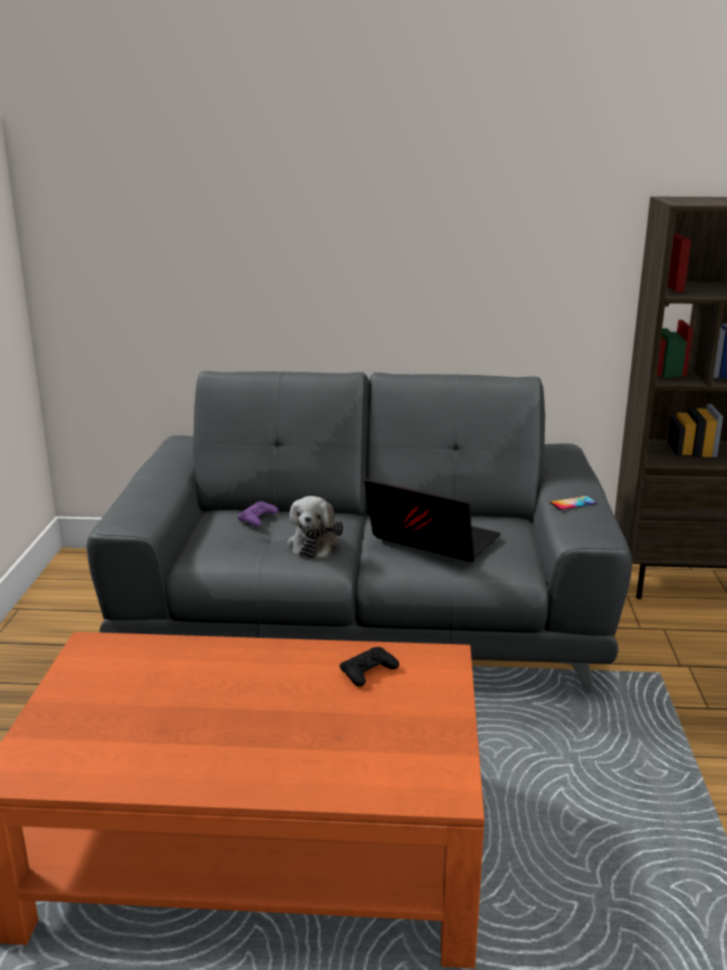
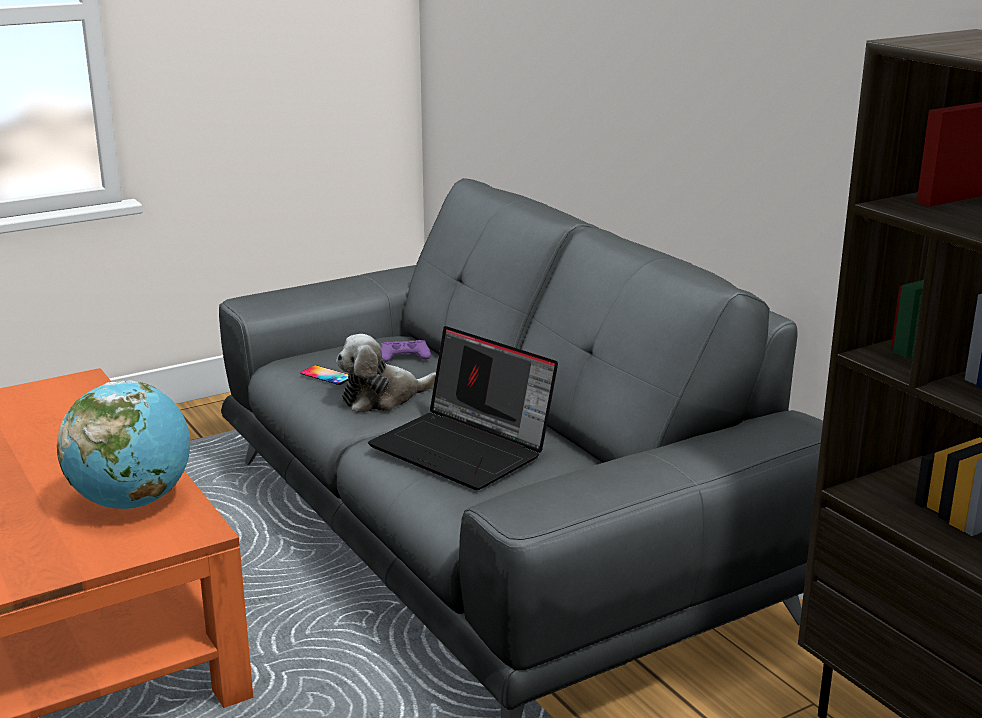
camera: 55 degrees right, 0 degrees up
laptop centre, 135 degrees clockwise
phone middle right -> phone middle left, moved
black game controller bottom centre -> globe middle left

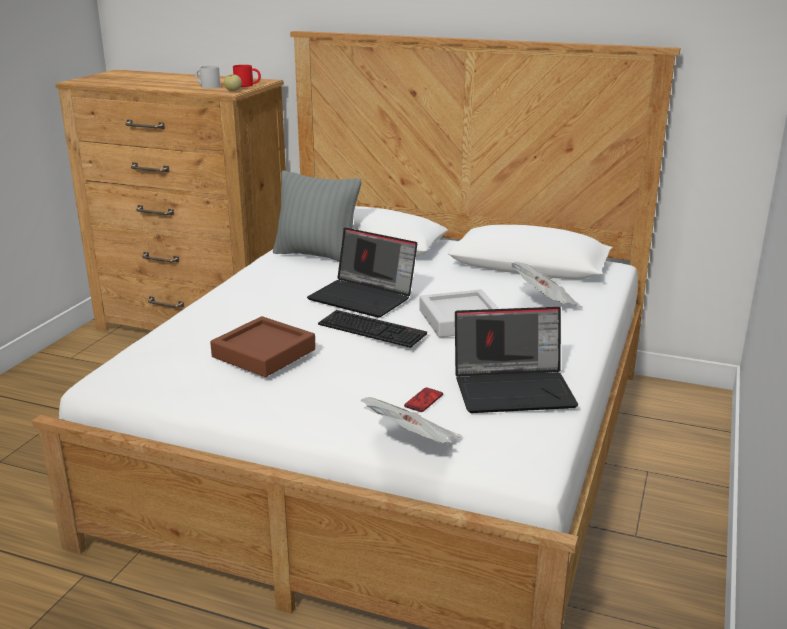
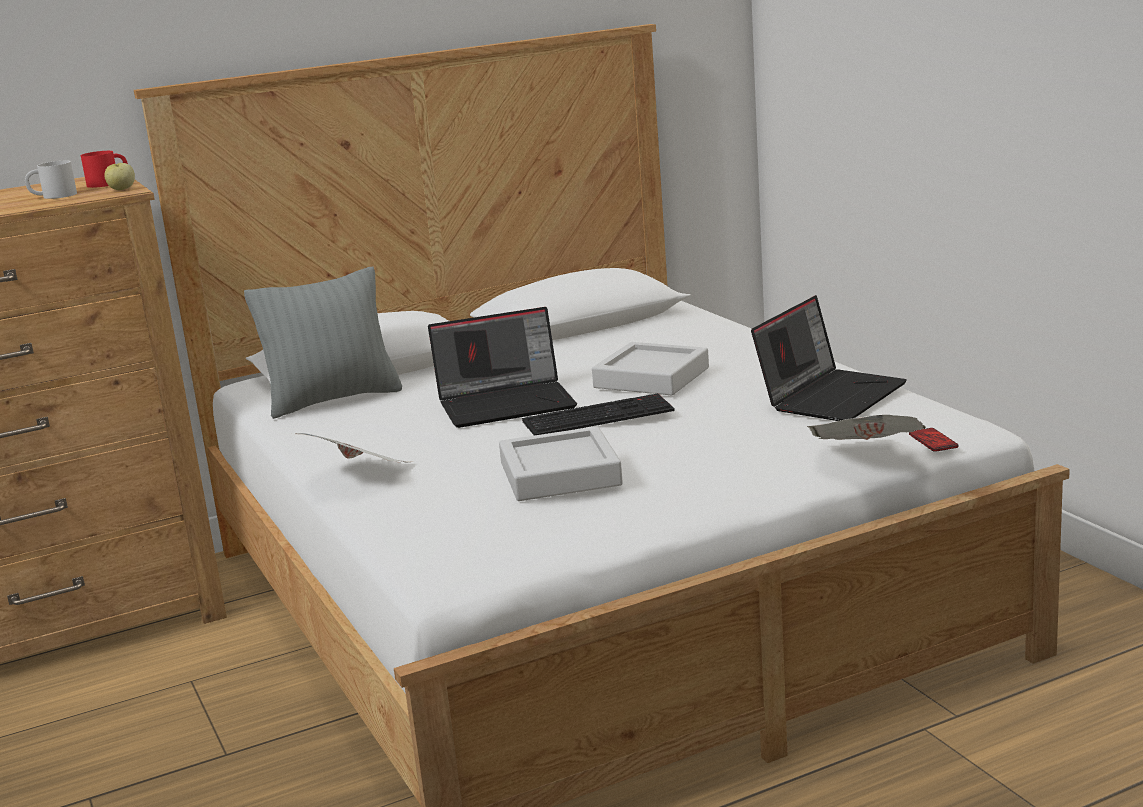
camera: 45 degrees left, 5 degrees down
newspaper (2nd from left in the first image) middle right -> newspaper (1st from left) middle left, moved
brown tray centre -> grey tray (1st from left) centre
phone centre -> phone middle right, moved

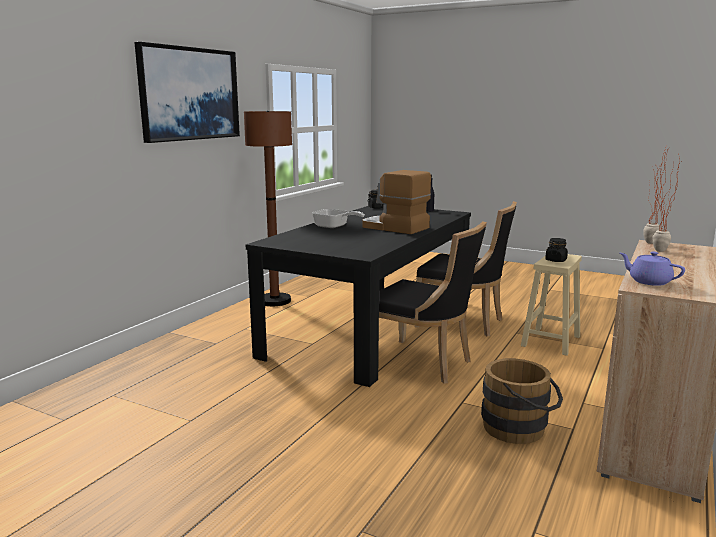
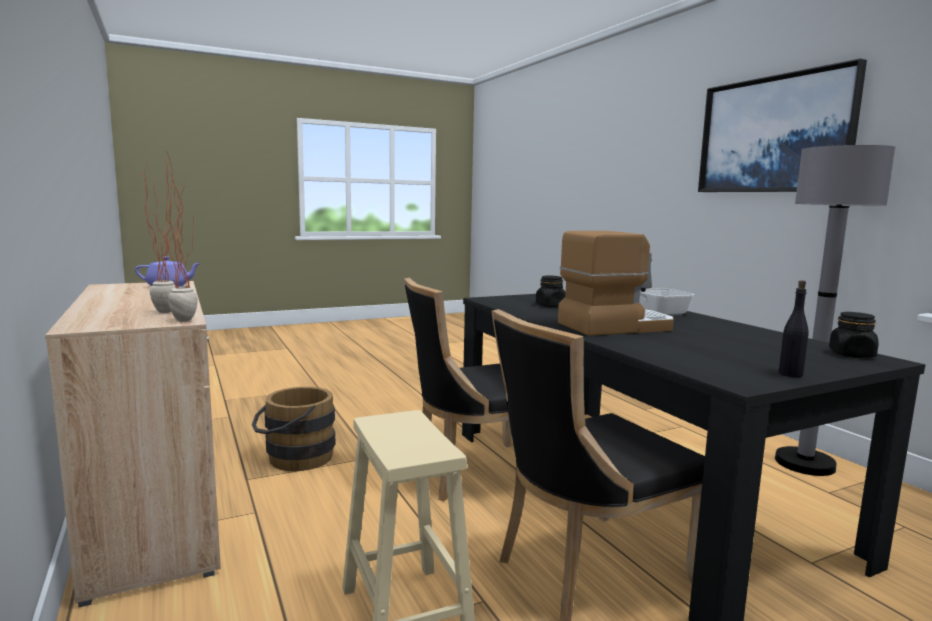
camera: 125 degrees right, 5 degrees down
brown floor lamp centre -> grey floor lamp middle right
black jar (2nd from left in the first image) middle right -> black jar (1st from left) centre, moved

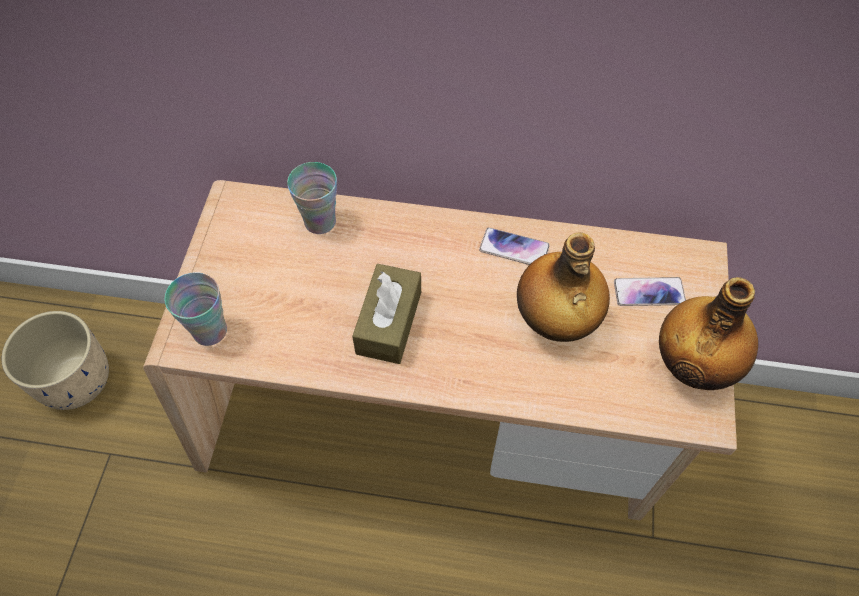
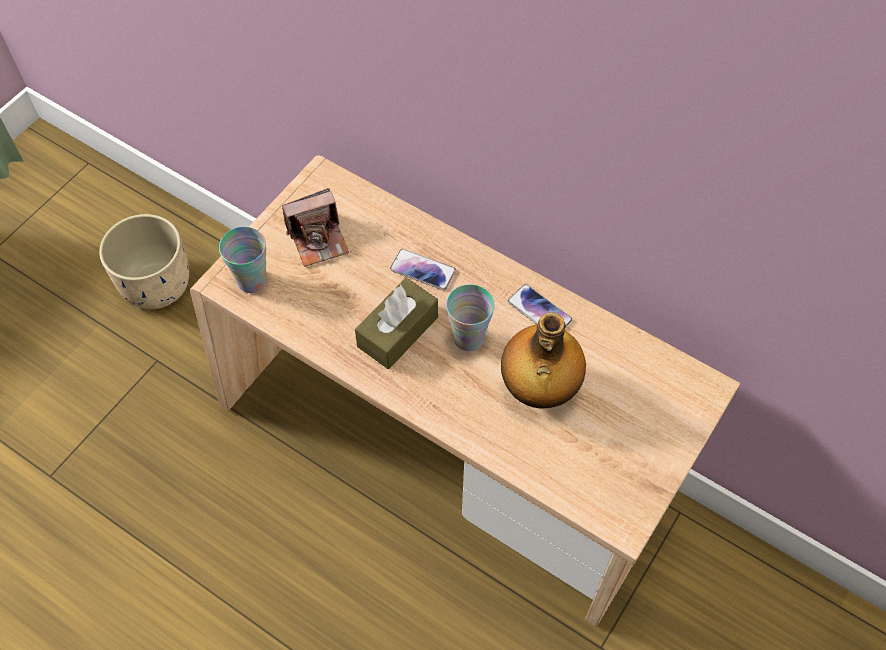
camera: 25 degrees right, 0 degrees up
cup (2nd from left) top centre -> cup (2nd from left) centre, moved
phone (2nd from left in the first image) middle right -> phone (1st from left) centre, moved
bottle (2nd from left) middle right -> none
none -> photo camera centre

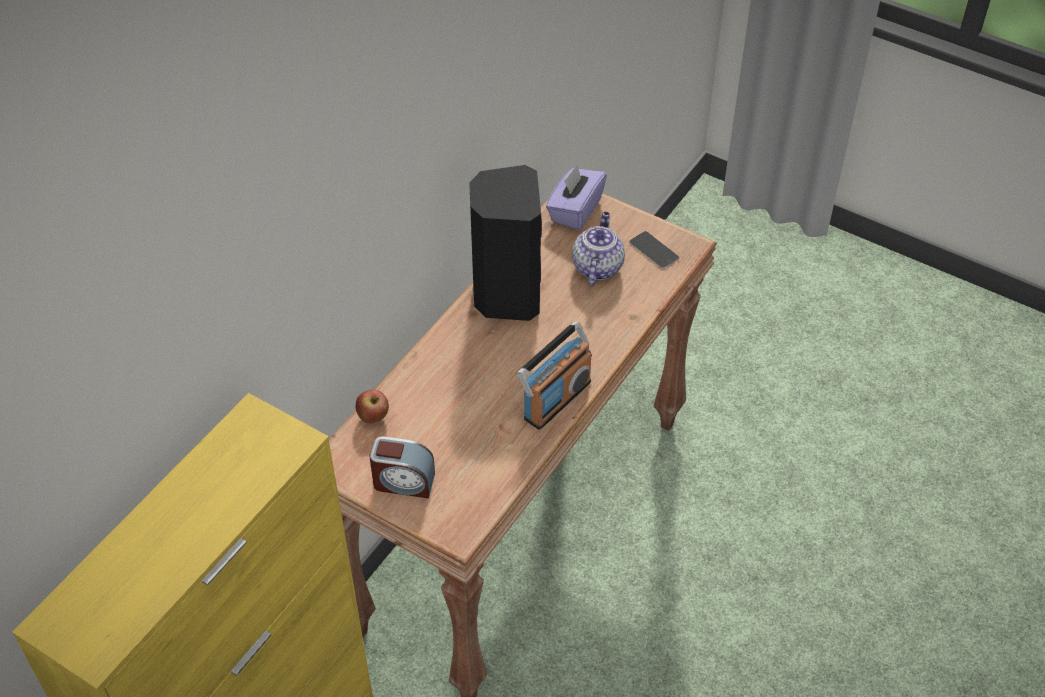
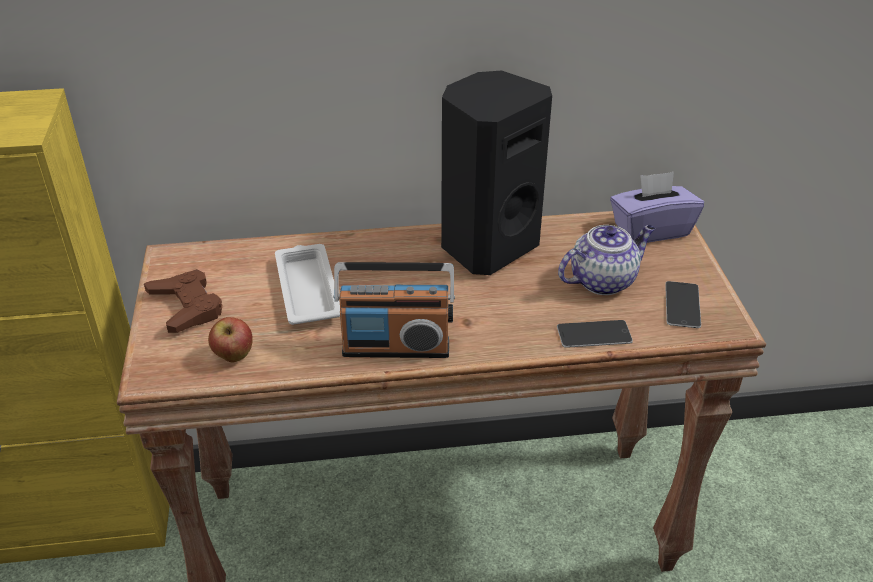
camera: 50 degrees right, 10 degrees down
apple centre -> apple middle left, moved
alarm clock bottom centre -> brown game controller middle left
none -> white tray centre
none -> phone (1st from left) middle right

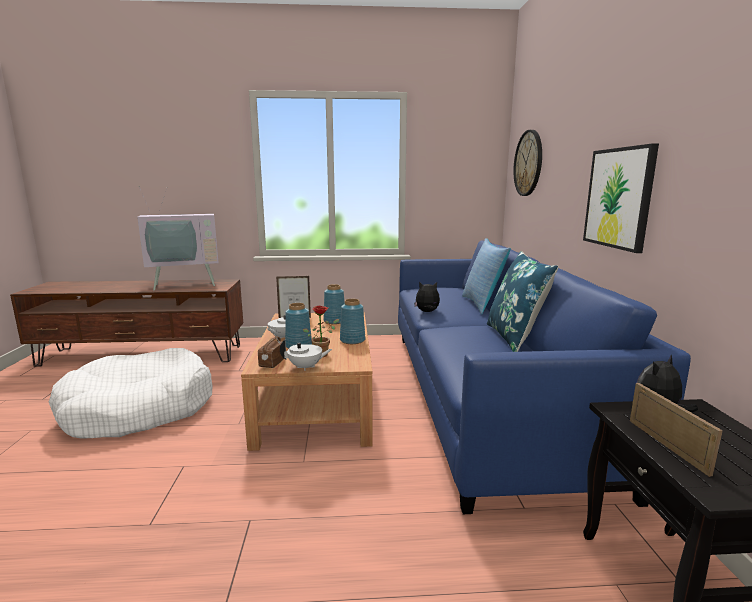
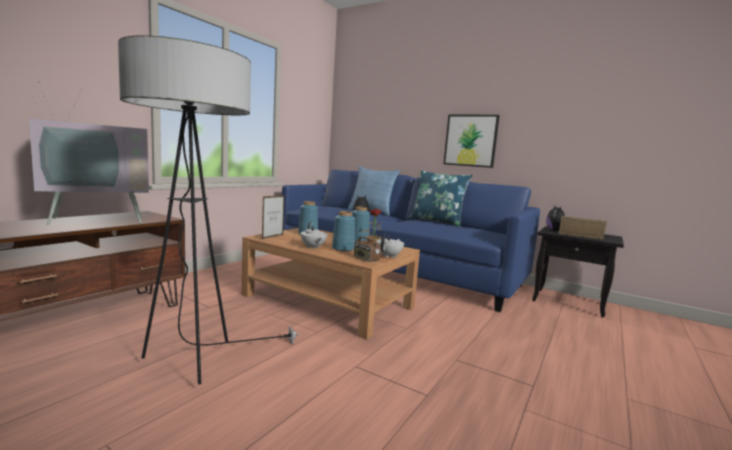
camera: 55 degrees left, 5 degrees down
wall clock top right -> none
television middle left, 45 degrees clockwise
white dog bed middle left -> floor lamp middle left

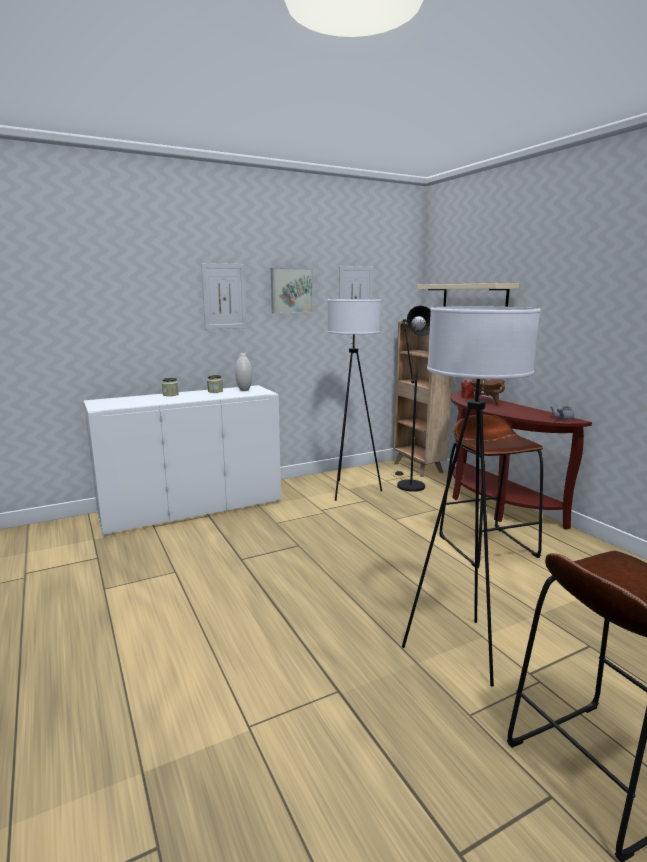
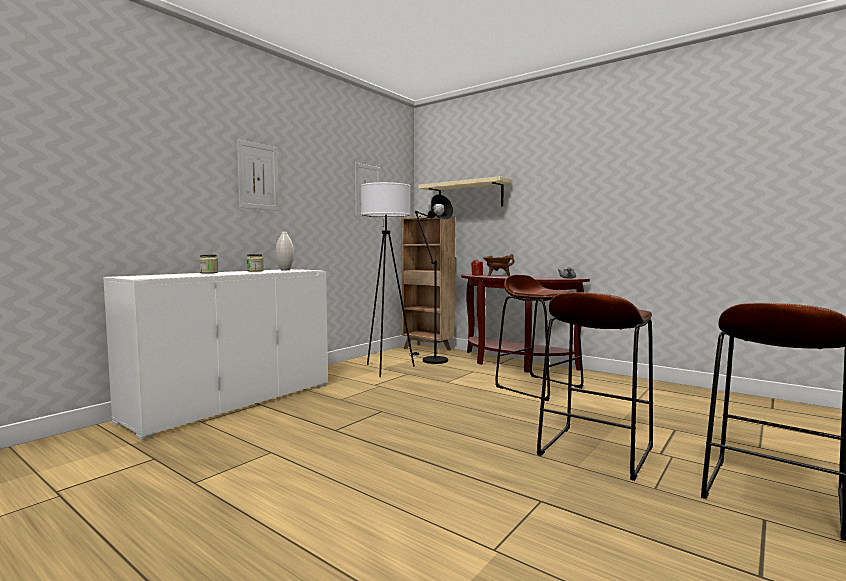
camera: 25 degrees left, 10 degrees down
picture (2nd from left) centre -> none
white floor lamp (2nd from left) middle right -> brown stool (2nd from left) middle right

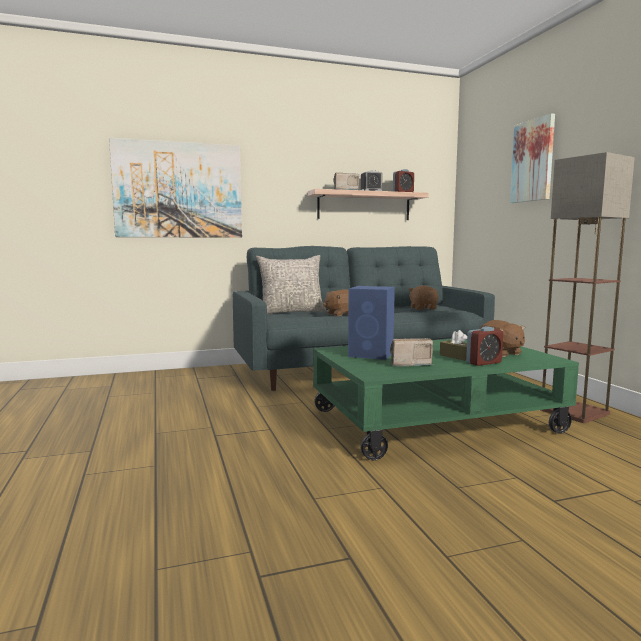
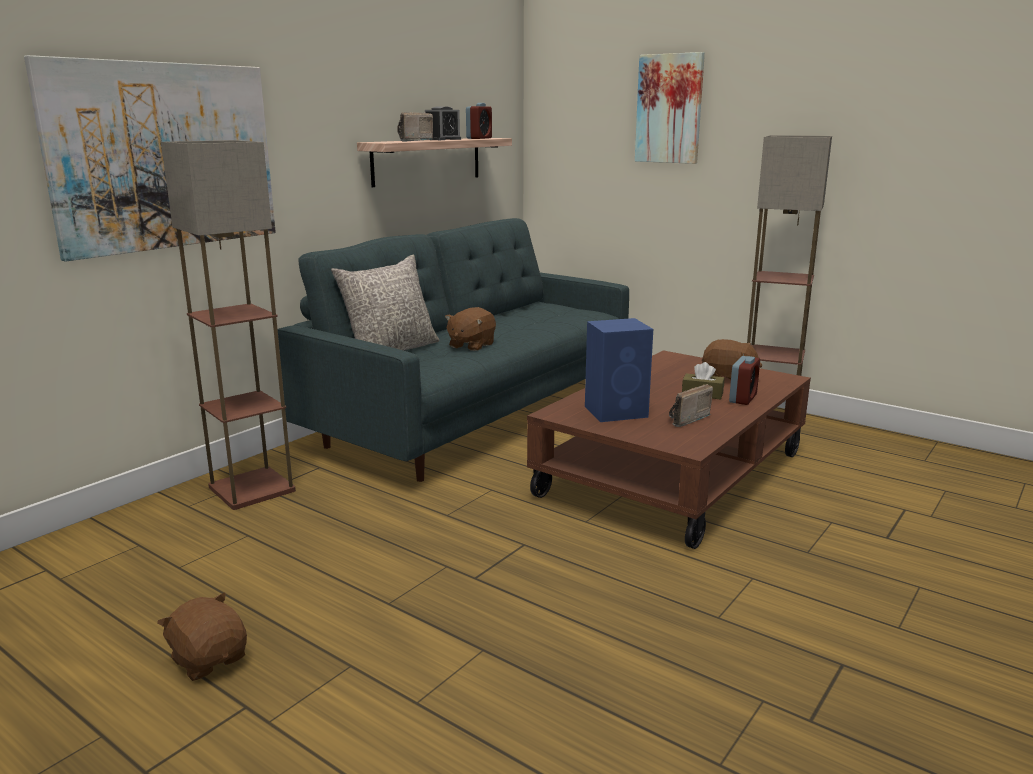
camera: 35 degrees left, 10 degrees up
brown plush toy (2nd from left in the first image) centre -> brown plush toy (1st from left) bottom left, moved
green coffee table middle right -> brown coffee table centre
none -> floor lamp (1st from left) middle left

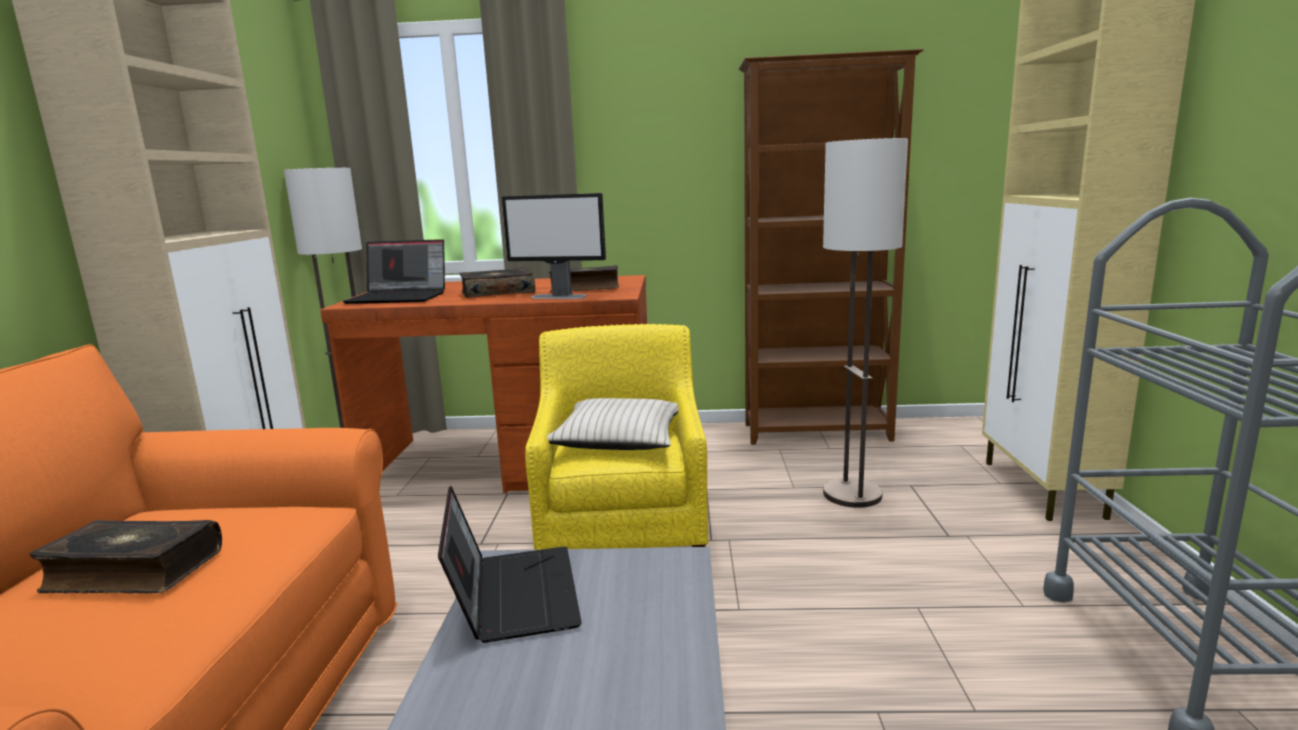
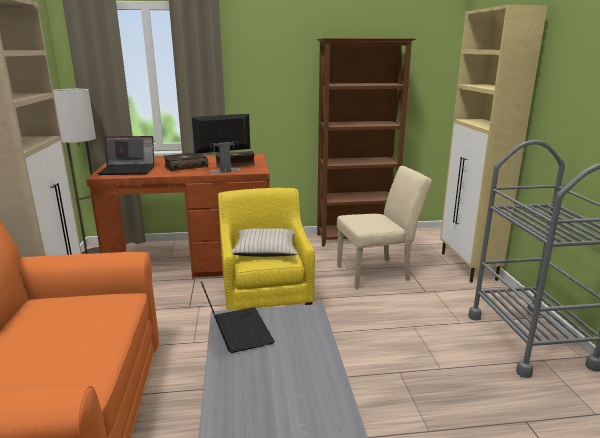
camera: 10 degrees left, 5 degrees up
floor lamp (2nd from left) centre -> beige chair centre
monitor centre -> monitor top centre, 150 degrees clockwise
book (1st from left) bottom left -> none

